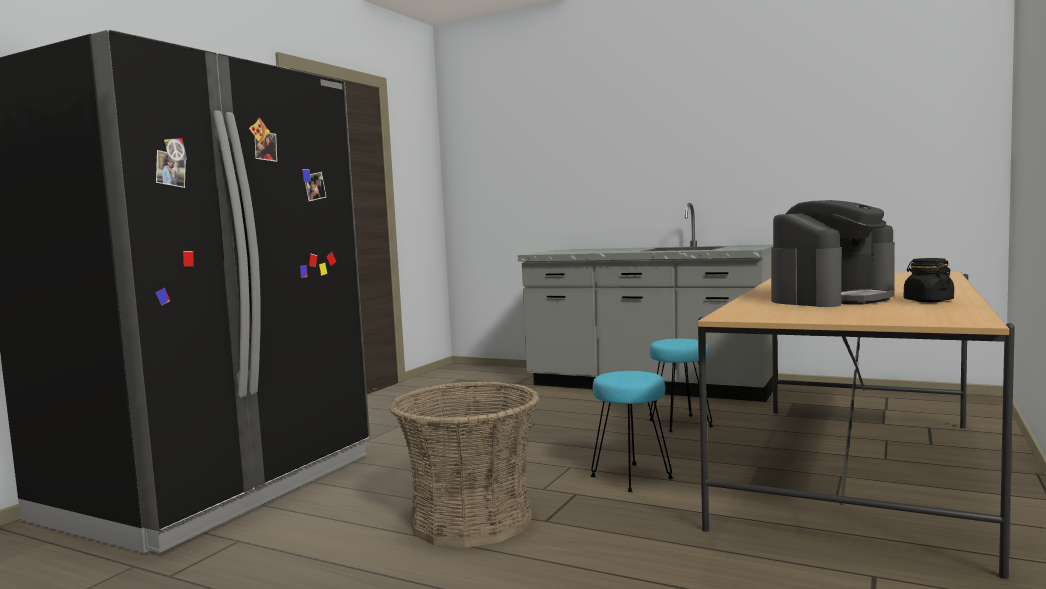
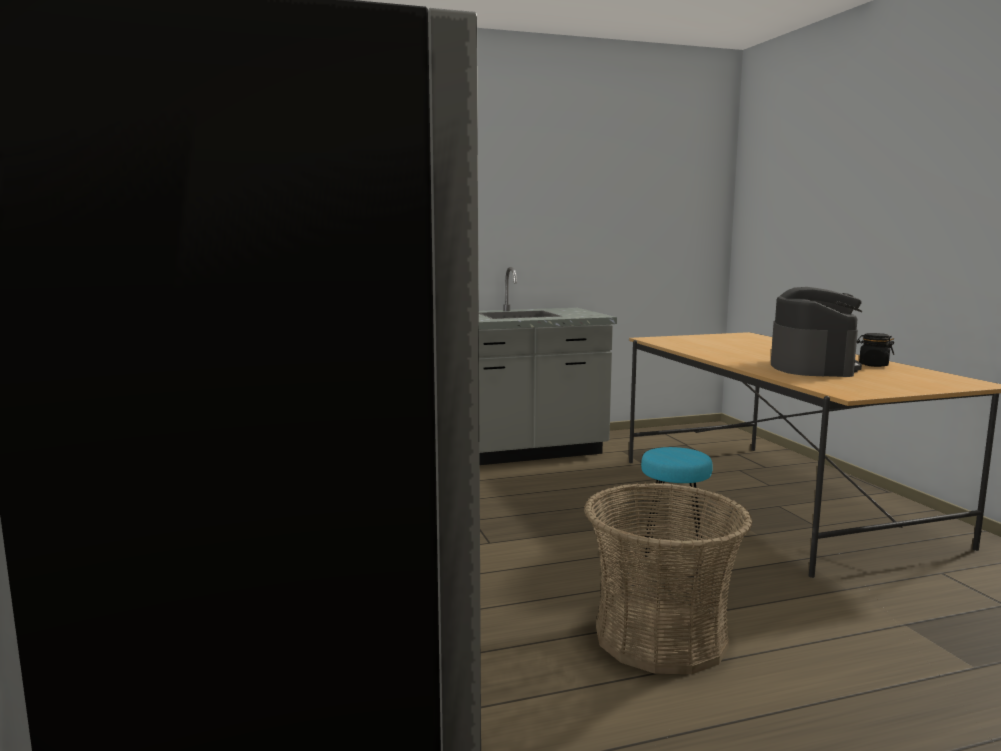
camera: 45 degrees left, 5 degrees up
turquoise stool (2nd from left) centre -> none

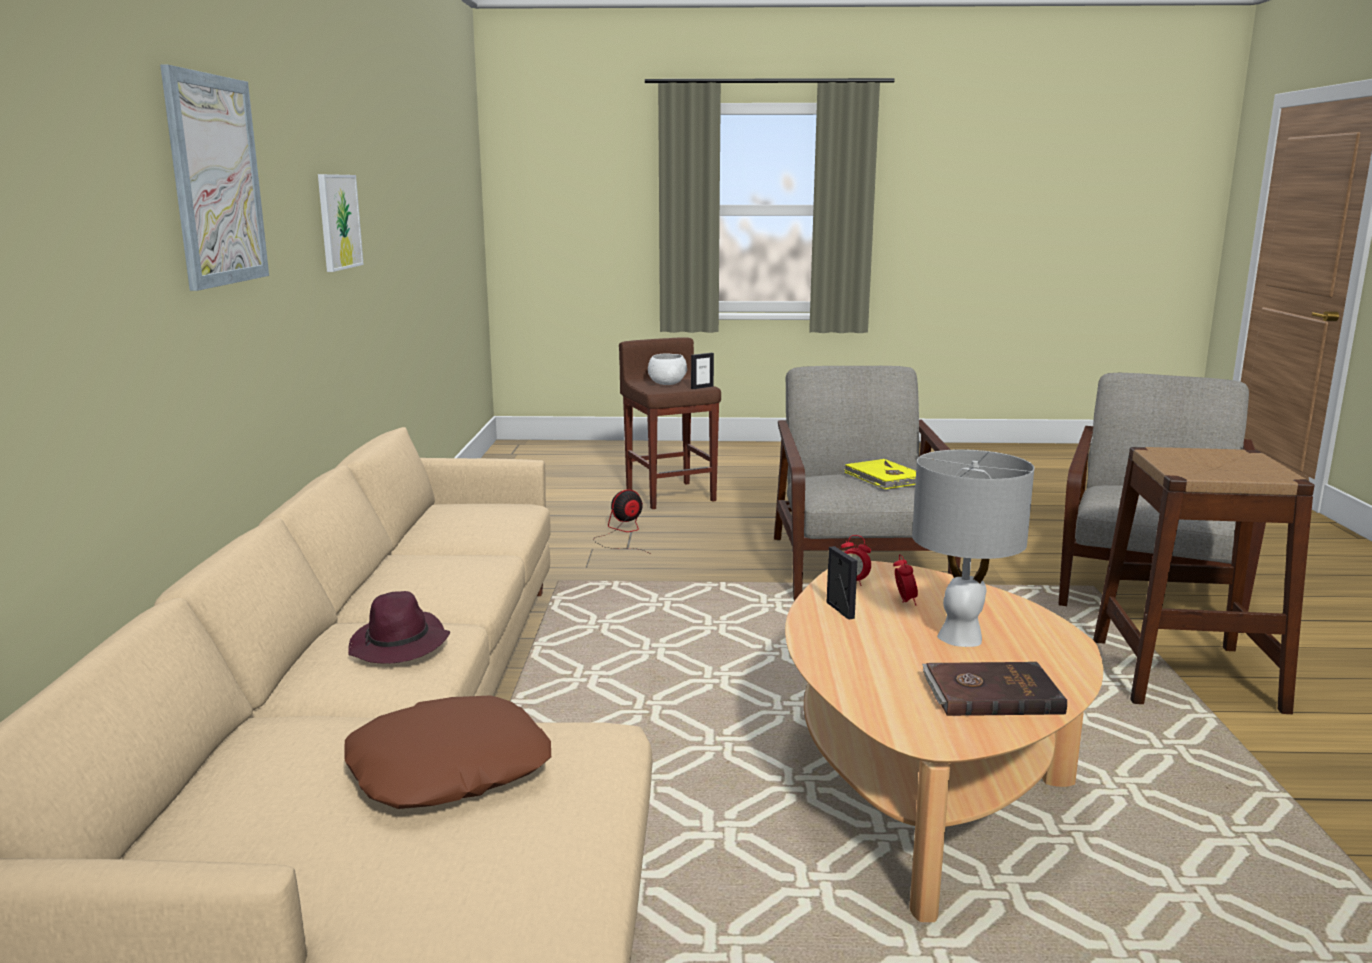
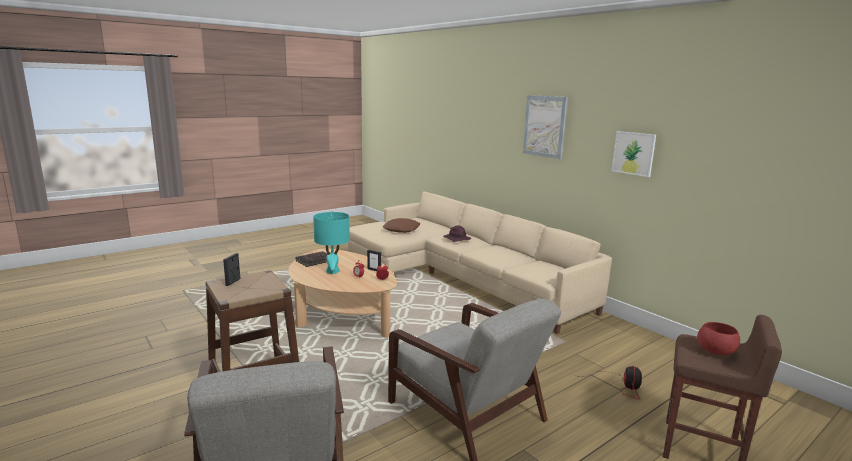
camera: 140 degrees right, 0 degrees up
white bowl centre -> red bowl bottom right
picture frame (1st from left) centre -> picture frame (1st from left) middle left, moved
grey table lamp middle right -> turquoise table lamp centre
yellow book centre -> none

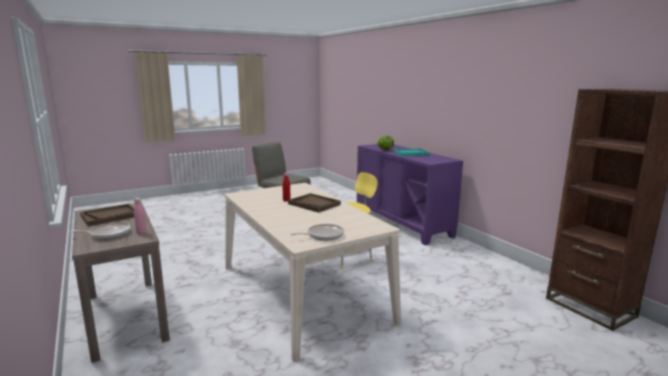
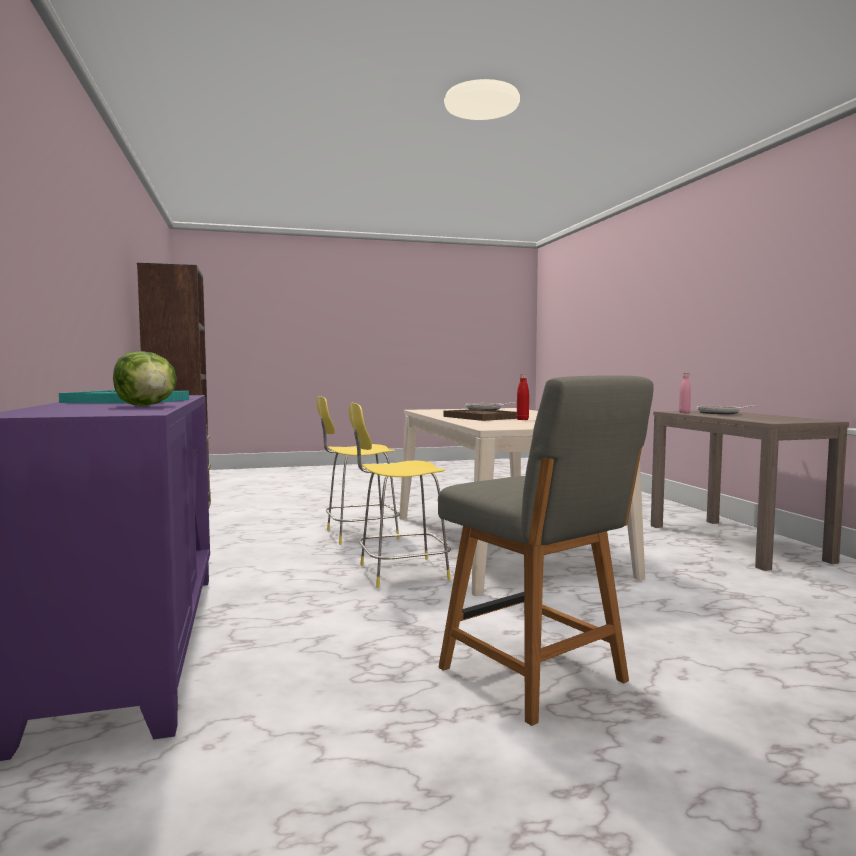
camera: 165 degrees left, 10 degrees down
brown tray (1st from left) middle left -> none
none -> yellow stool (1st from left) centre

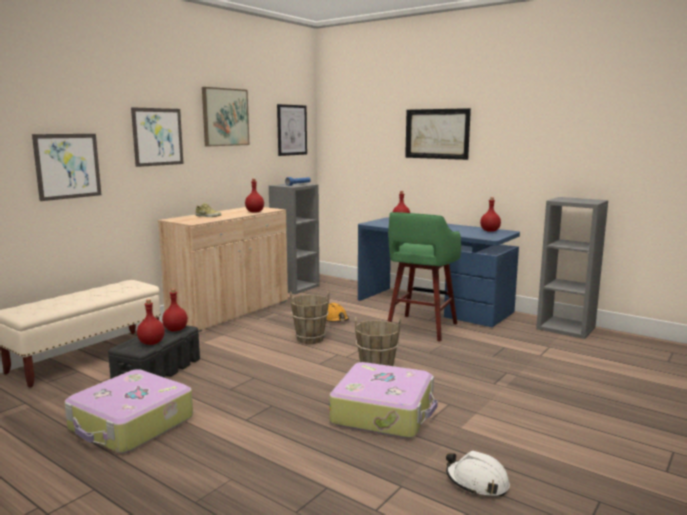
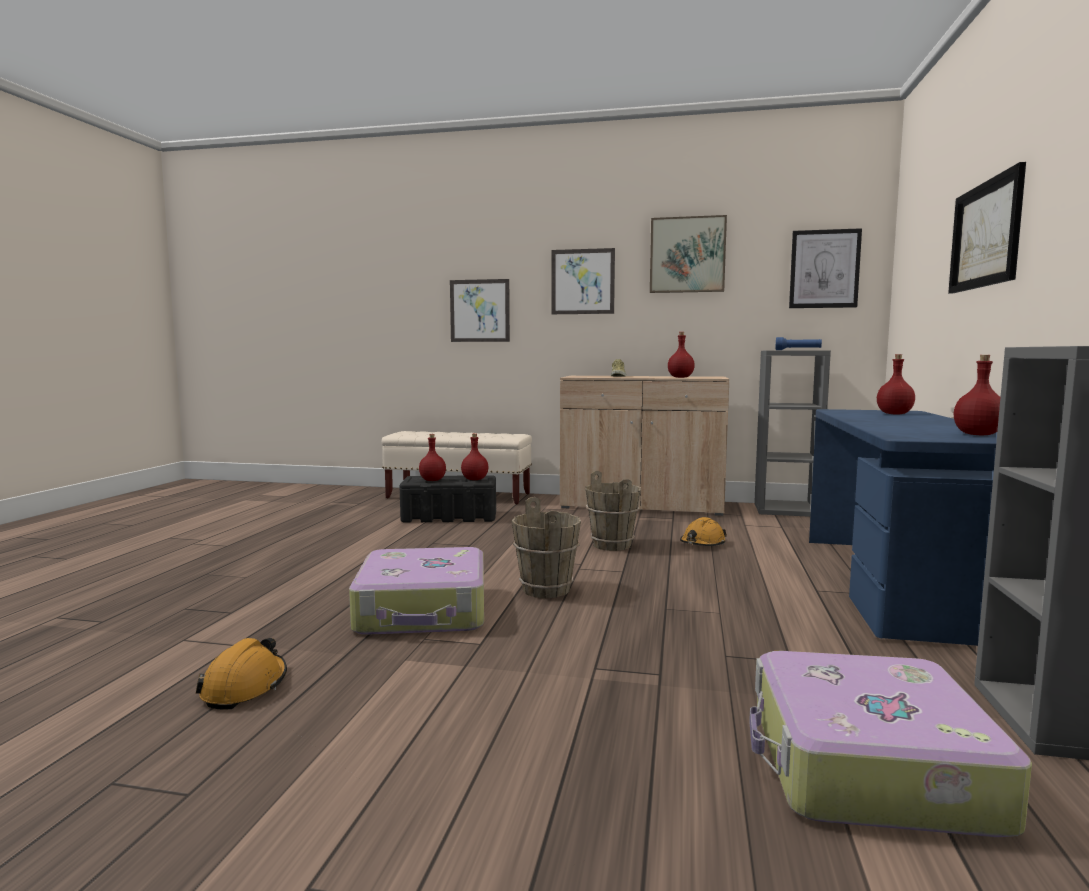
camera: 65 degrees right, 5 degrees down
green stool centre -> none
suitcase (1st from left in the first image) bottom left -> suitcase (2nd from left) bottom right, moved
white hard hat bottom right -> orange hard hat (1st from left) bottom left

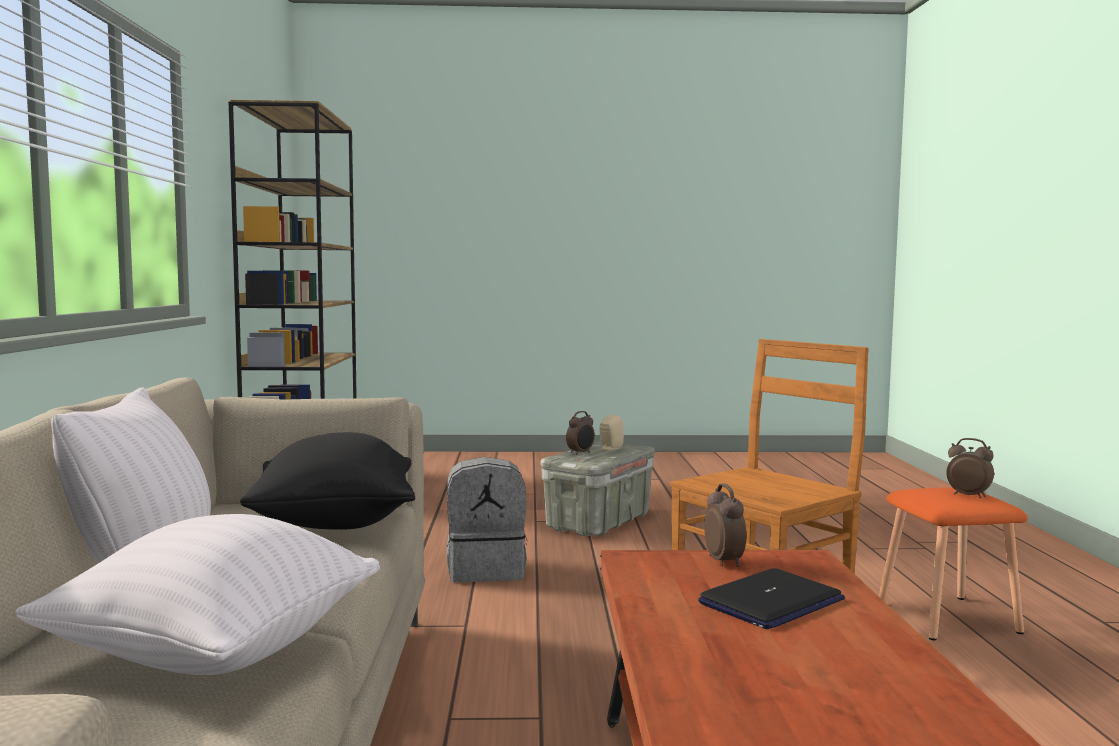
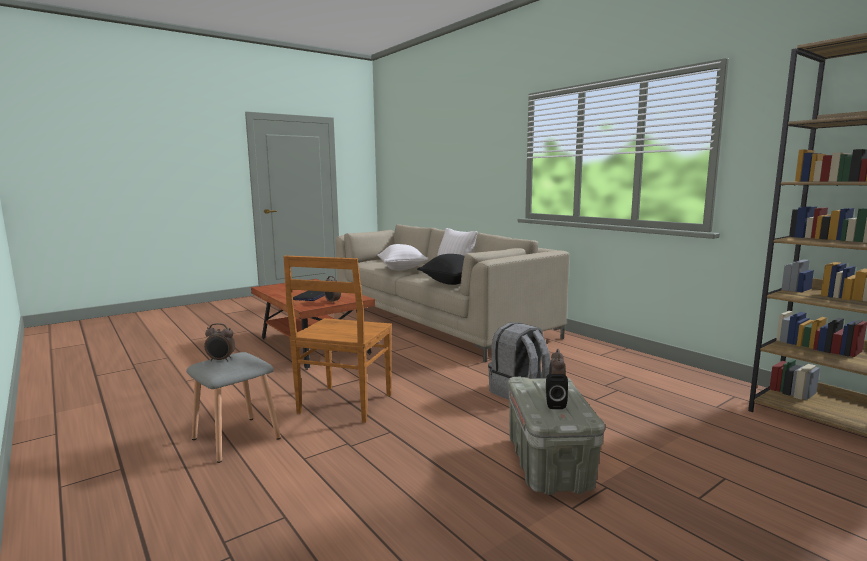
camera: 145 degrees right, 5 degrees up
beige speaker centre -> black speaker bottom centre
orange stool bottom right -> grey stool bottom left

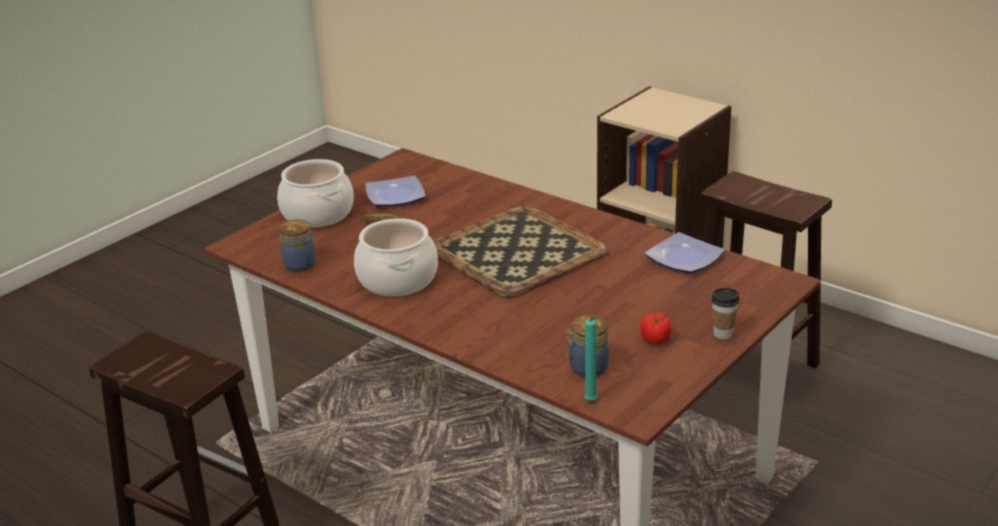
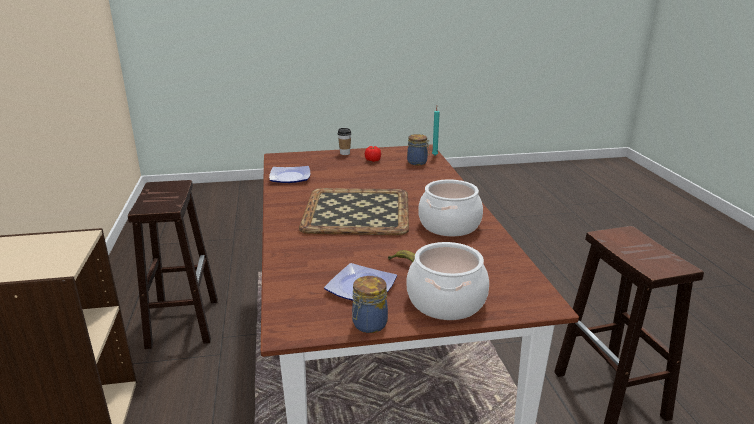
camera: 140 degrees left, 5 degrees down
jar (1st from left) middle left -> jar (1st from left) bottom centre, moved

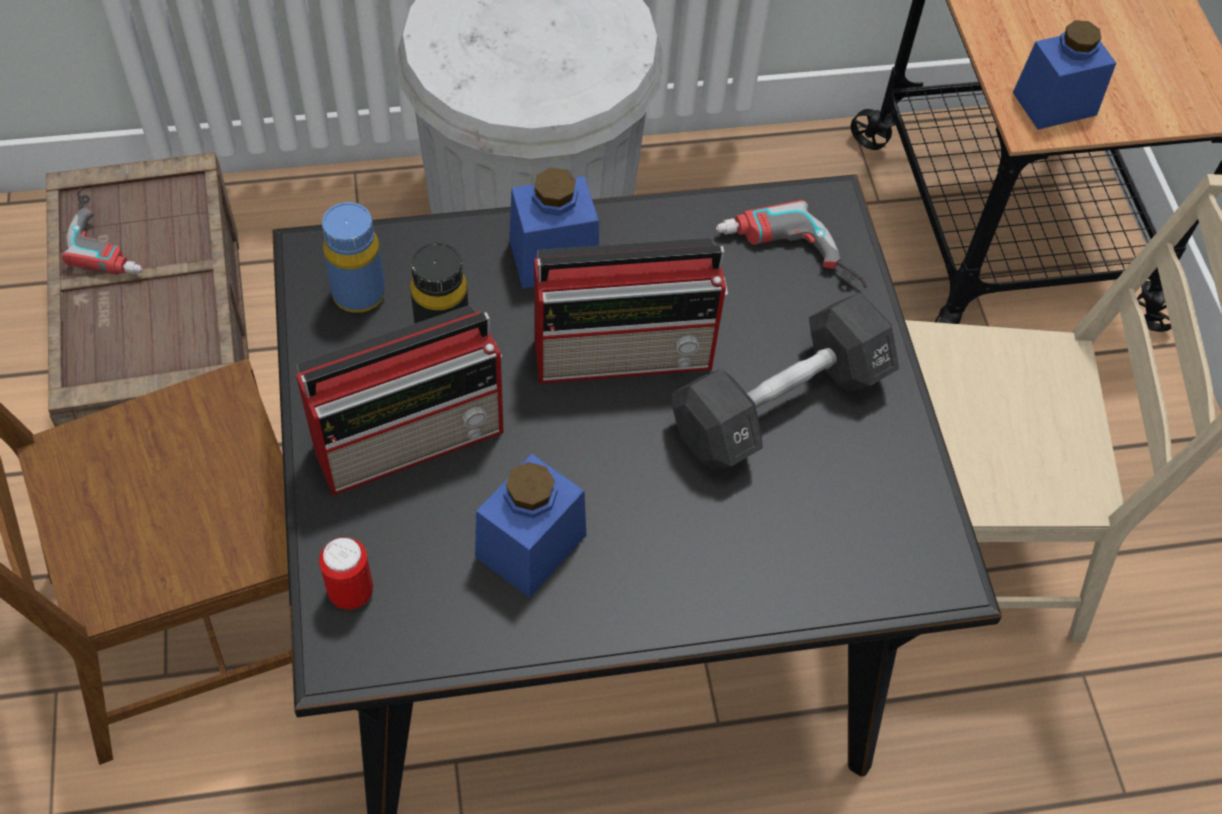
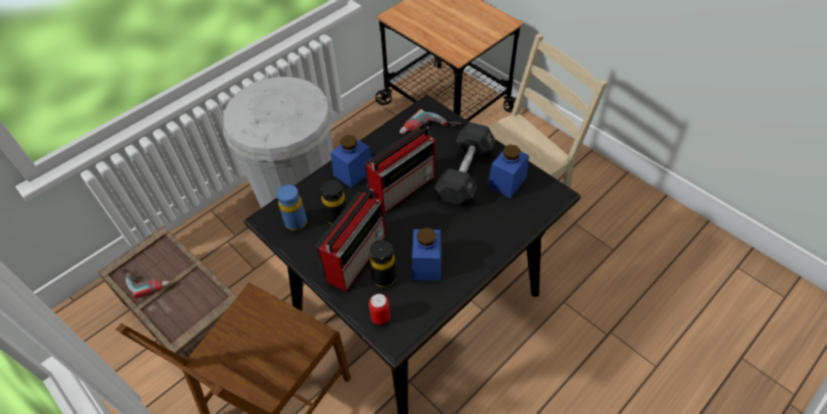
camera: 30 degrees left, 5 degrees down
blue jar (3rd from left) top right -> blue jar (3rd from left) centre, moved
none -> black bottle (2nd from left) centre

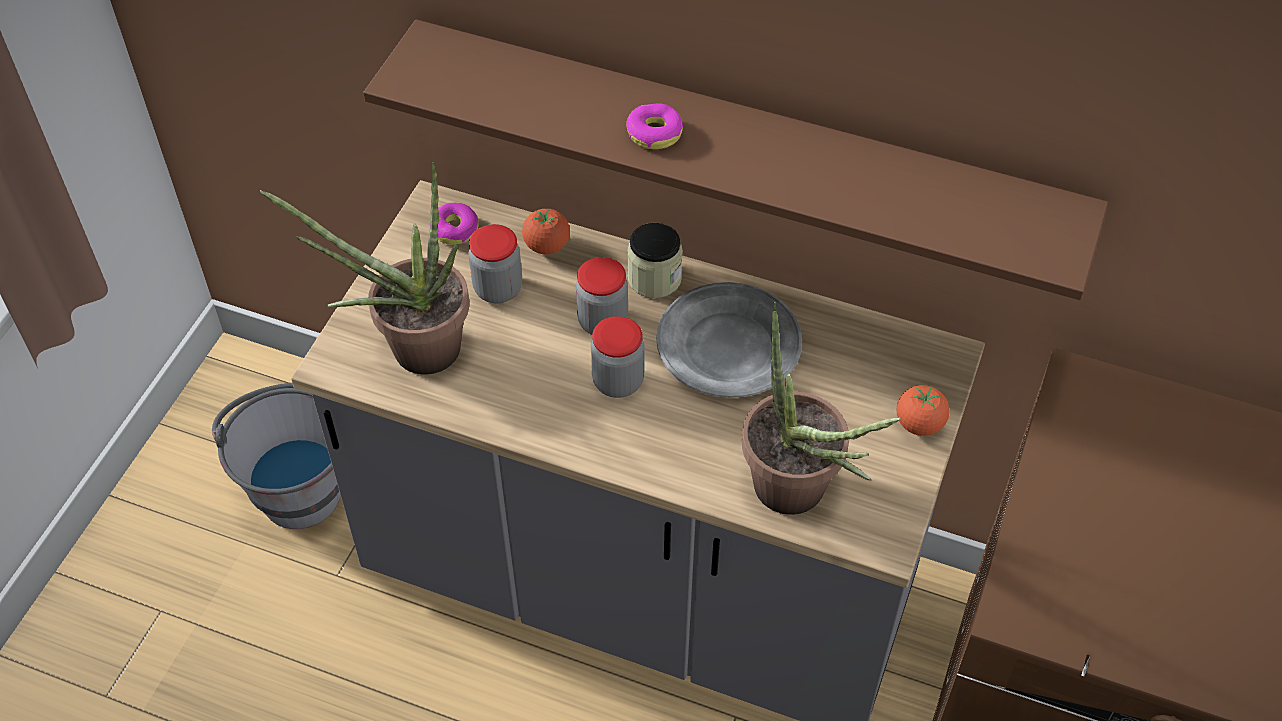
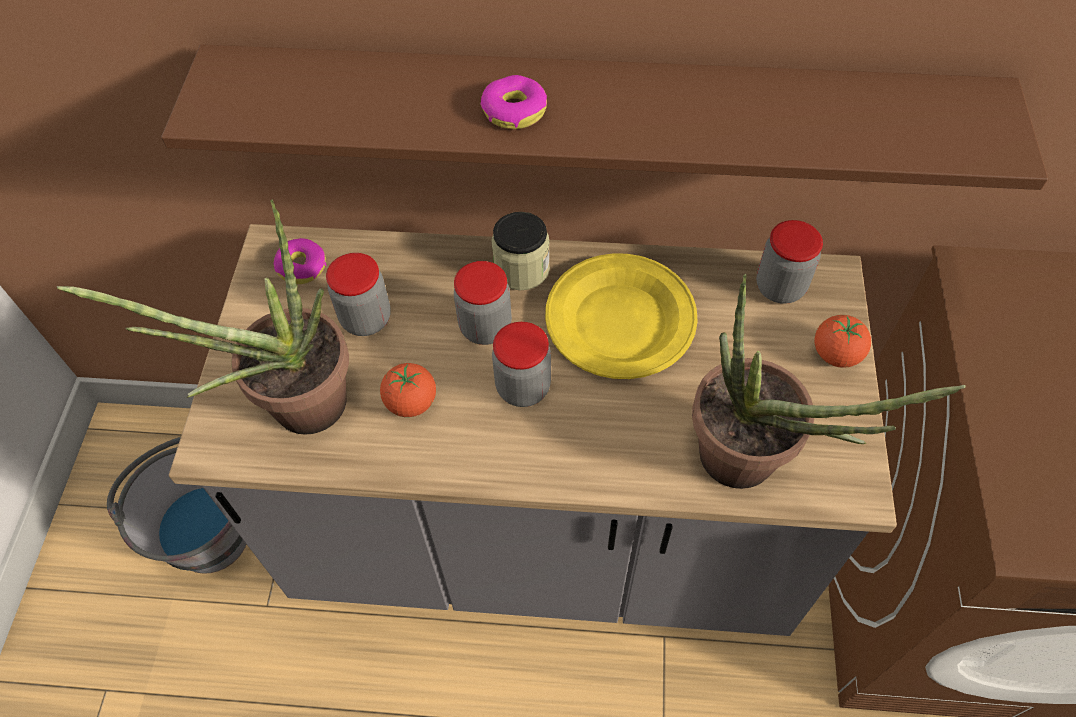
camera: 15 degrees left, 5 degrees up
tomato (1st from left) top centre -> tomato (1st from left) centre, moved
grey plate centre -> yellow plate centre
none -> jar (5th from left) middle right

